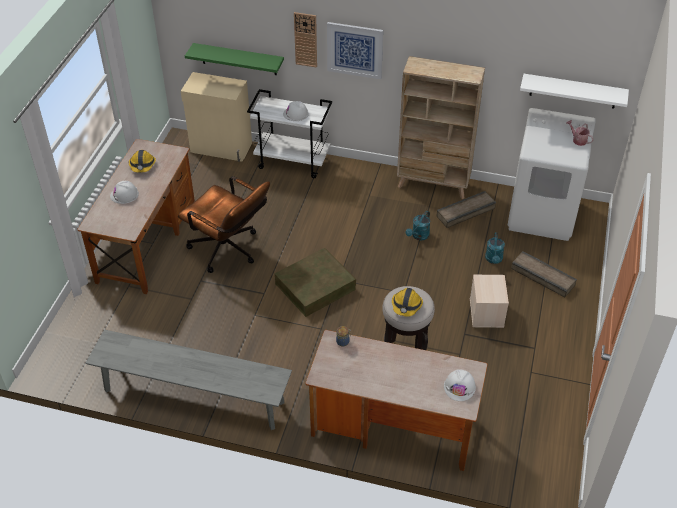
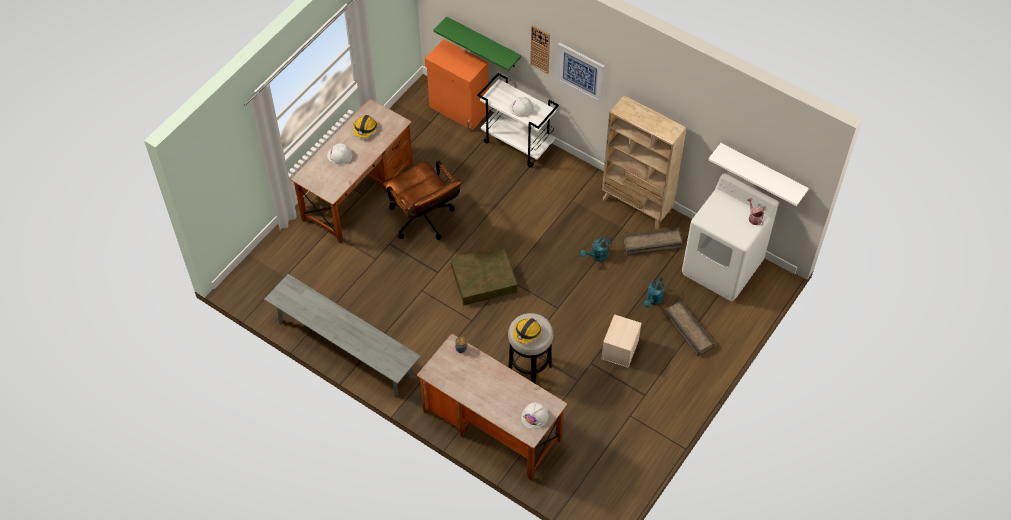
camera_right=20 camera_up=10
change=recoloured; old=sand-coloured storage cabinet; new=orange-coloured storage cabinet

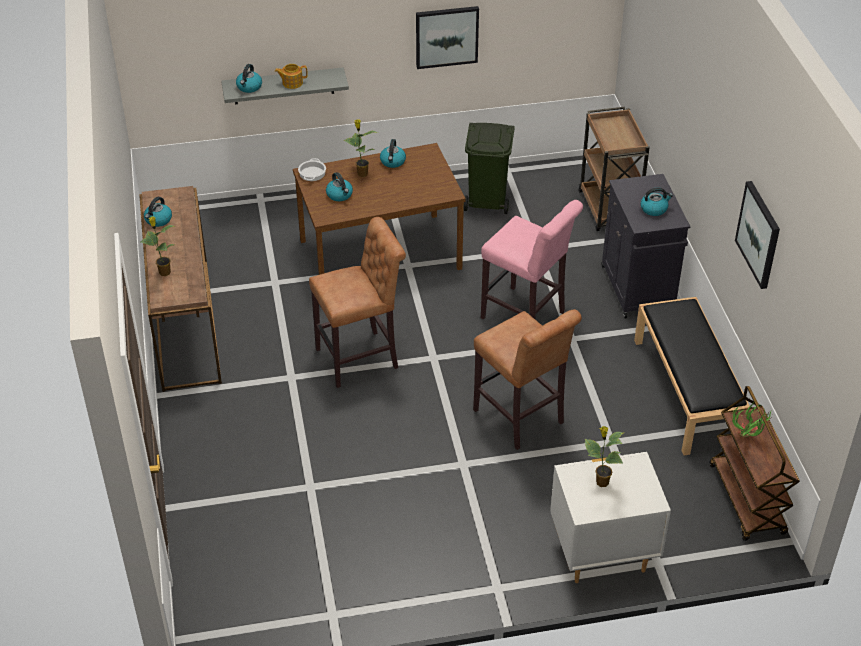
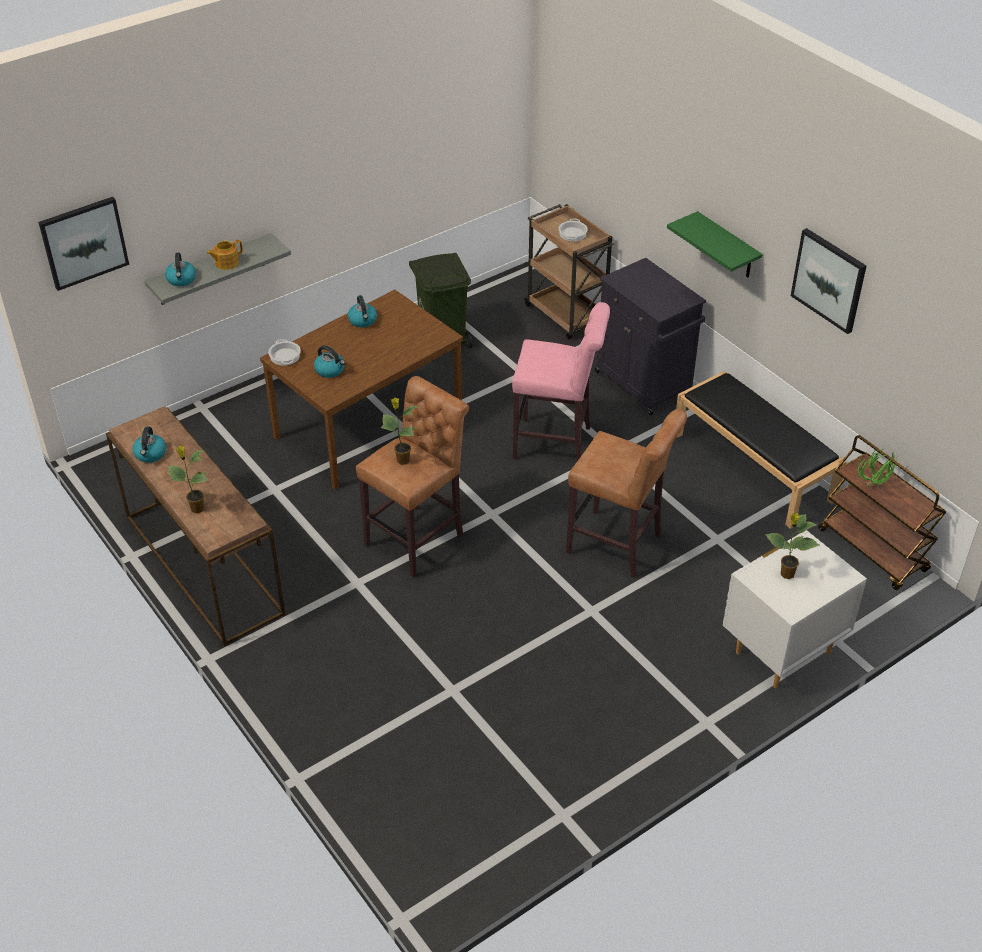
camera_right=-25 camera_up=0
change=removed; old=water kettle (5th from left)
change=added; new=saucepot (2nd from left)
change=added; new=green-coloured shelf
change=moved; old=plant in a pot (2nd from left)
change=moved; old=wall picture (1st from left)

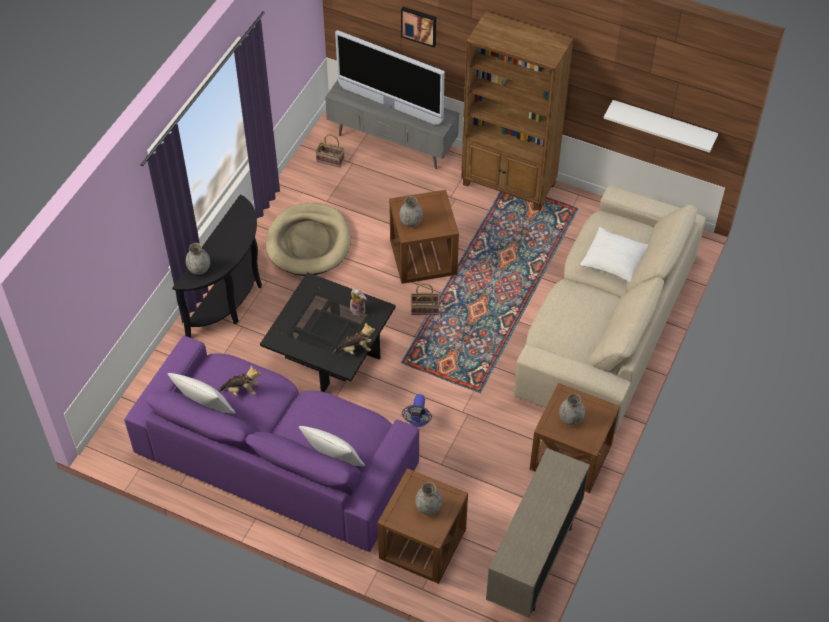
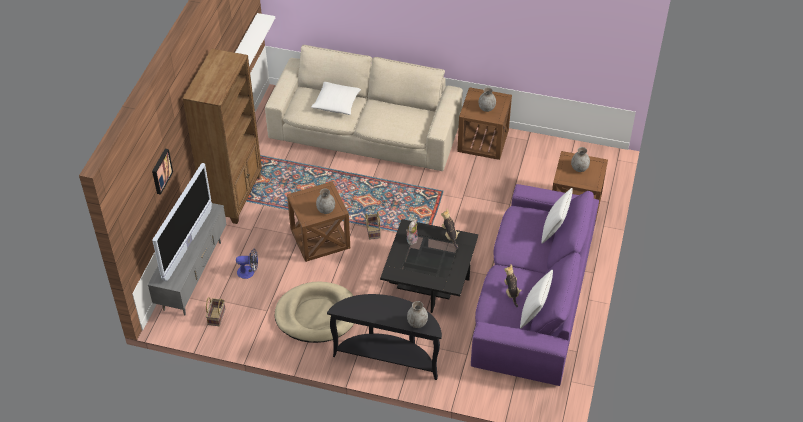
camera_right=-100 camera_up=-5
change=removed; old=sand-coloured storage cabinet
change=moved; old=electric fan

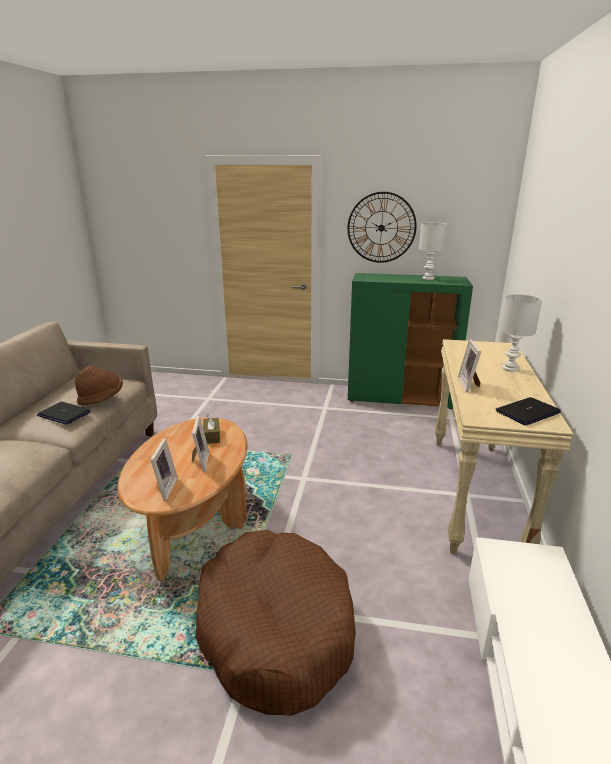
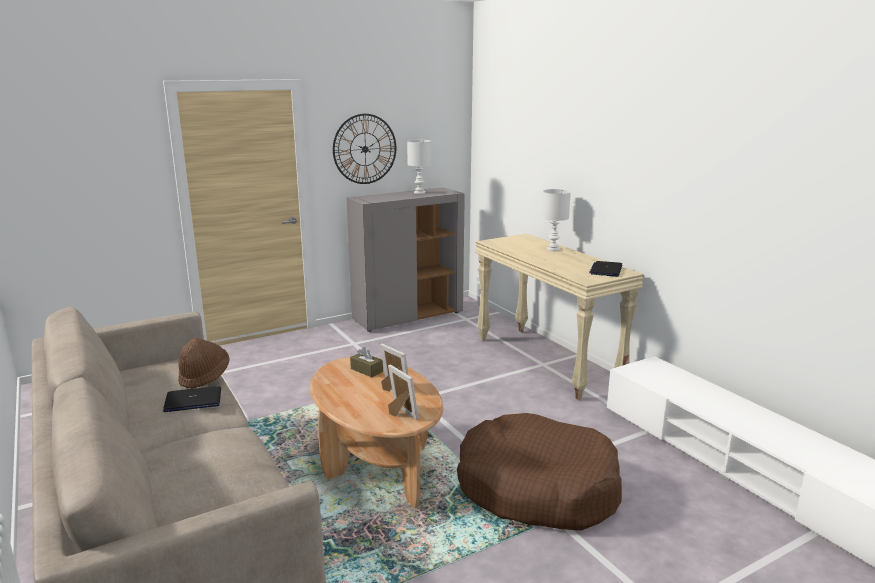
camera_right=-40 camera_up=-5
change=removed; old=picture frame (3rd from left)
change=recoloured; old=green-coloured storage cabinet; new=gray storage cabinet

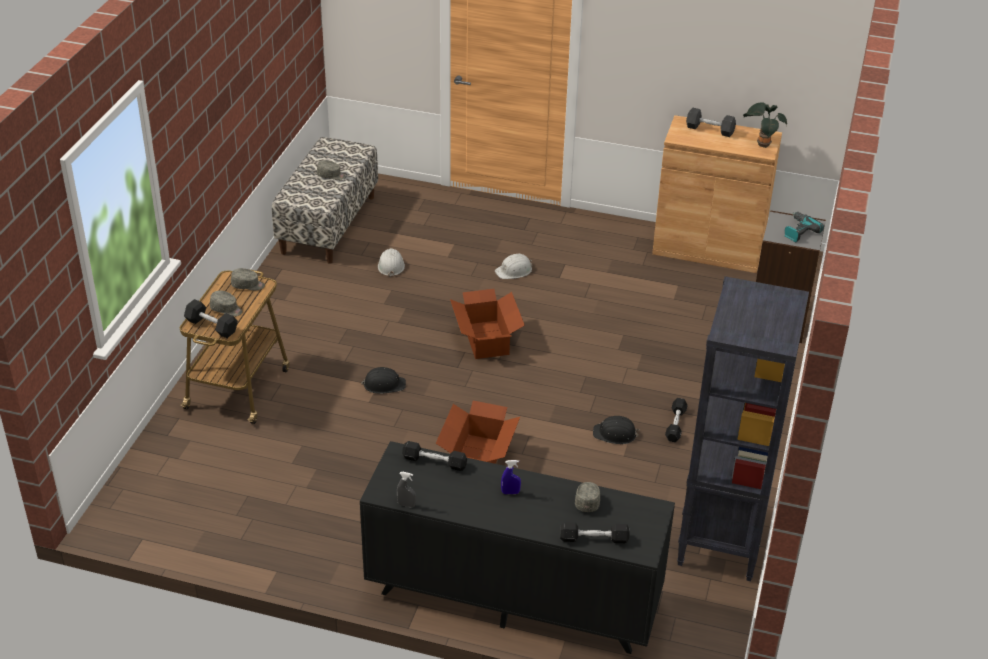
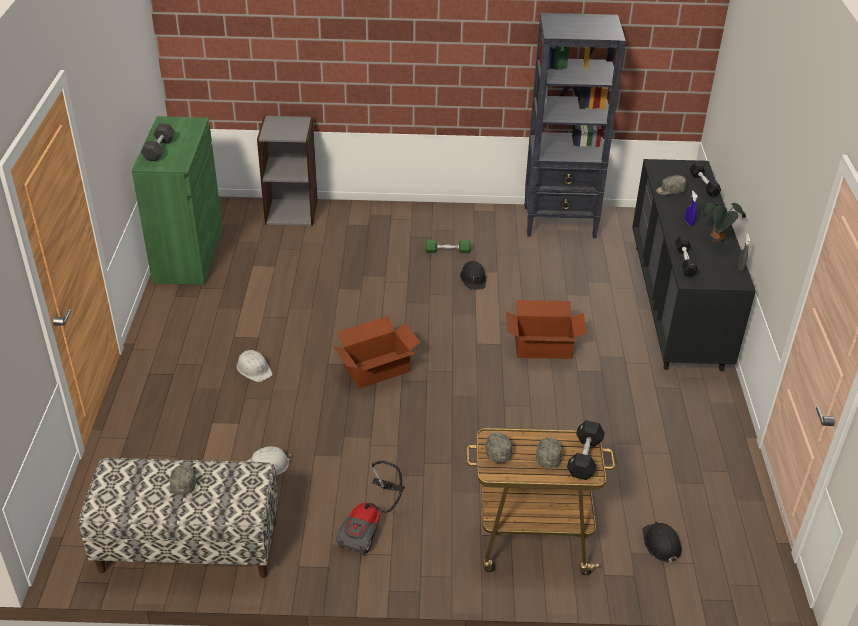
camera_right=-105 camera_up=0
change=removed; old=power drill
change=added; new=vacuum
change=moved; old=black-coloured work helmet (1st from left in the first image); new=black-coloured work helmet (2nd from left)
change=moved; old=plant in a pot
change=recoloured; old=brown-coloured storage cabinet; new=green-coloured storage cabinet
change=recoloured; old=black-coloured free weight (4th from left); new=green-coloured free weight

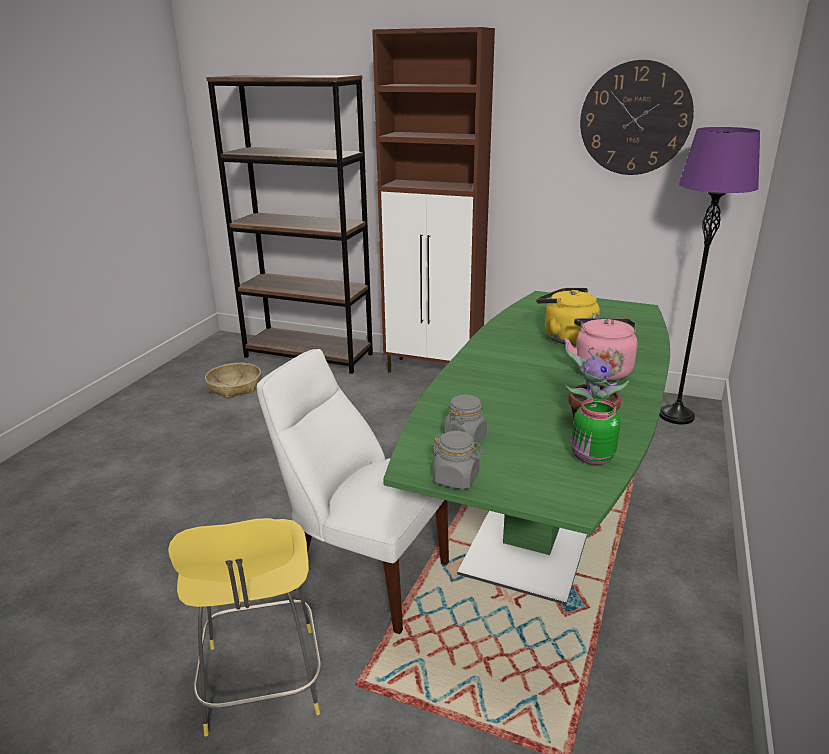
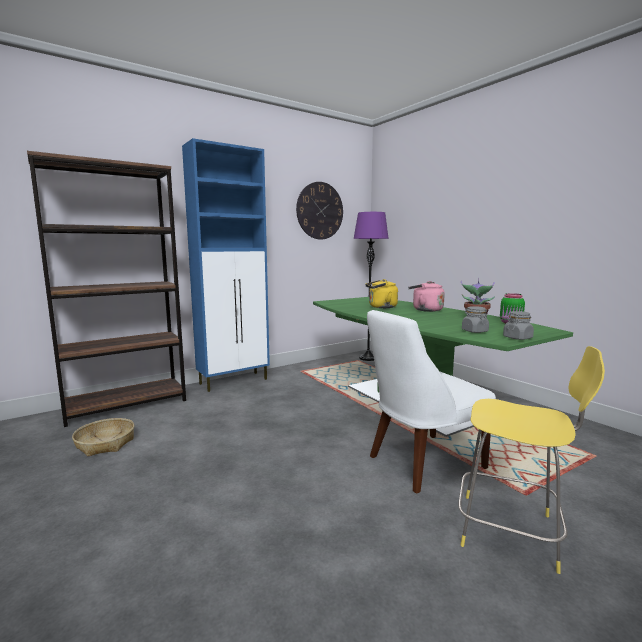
camera_right=-55 camera_up=-15
change=recoloured; old=brown-coloured storage cabinet; new=blue storage cabinet

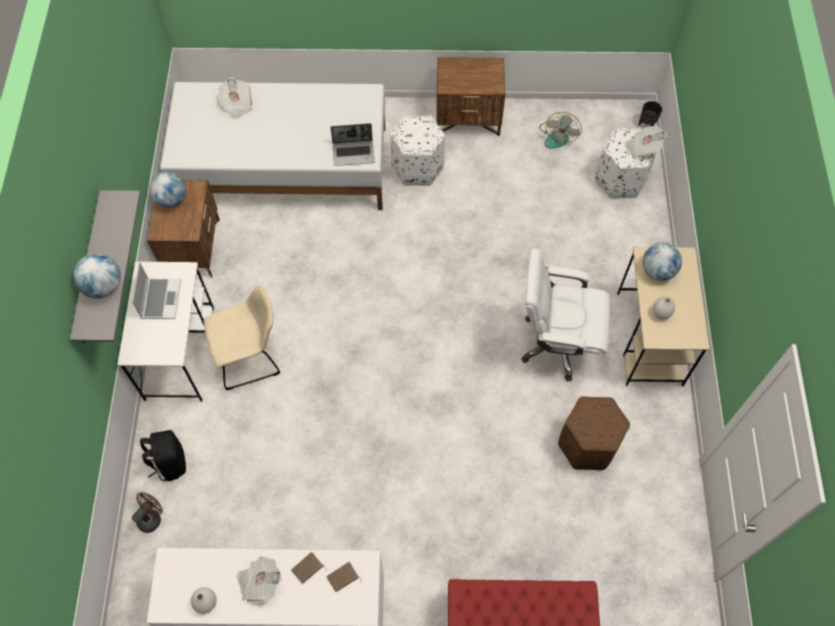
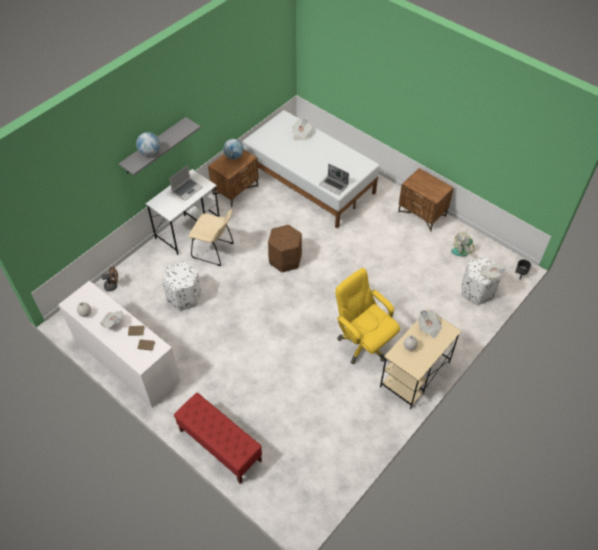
camera_right=40 camera_up=-10
change=removed; old=black-coloured rucksack
change=moved; old=whitish ottoman (1st from left)
change=moved; old=brown-coloured ottoman
change=replaced; old=desk globe (3rd from left); new=newspaper (3rd from left)
change=recoloured; old=whitish computer chair; new=yellow computer chair

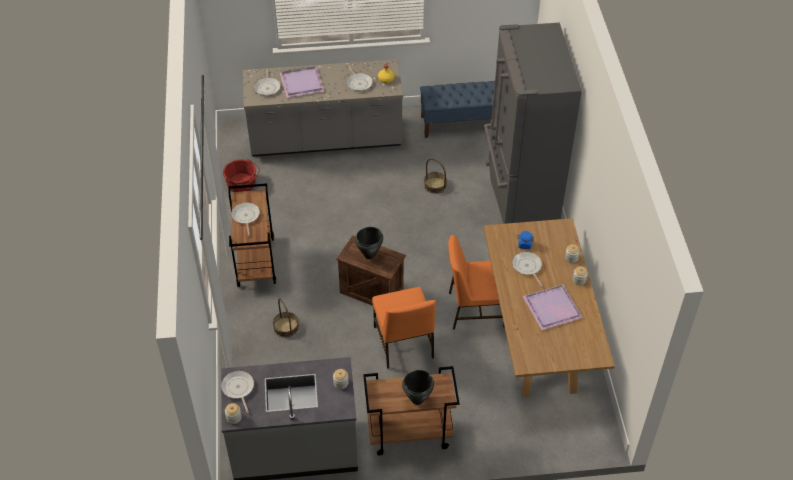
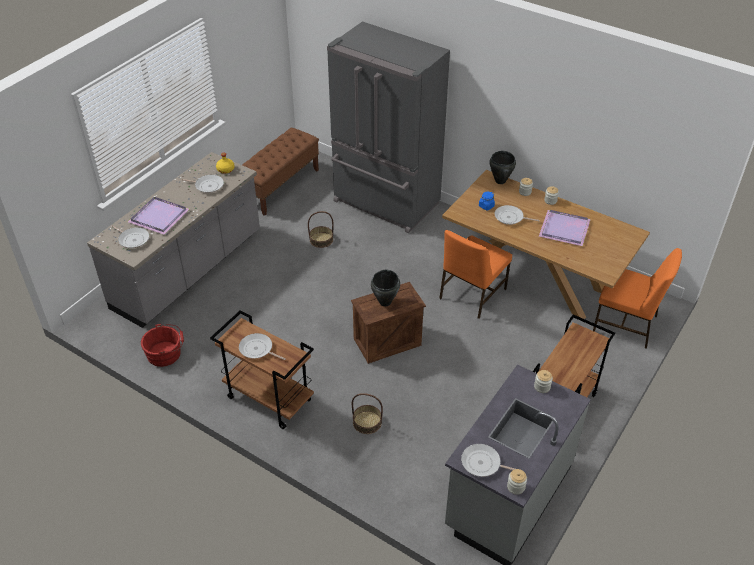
camera_right=-50 camera_up=-5
change=moved; old=orange-coloured chair (1st from left in the first image); new=orange-coloured chair (2nd from left)
change=moved; old=black-coloured saucepot (2nd from left)
change=recoloured; old=blue long seat; new=brown-coloured long seat

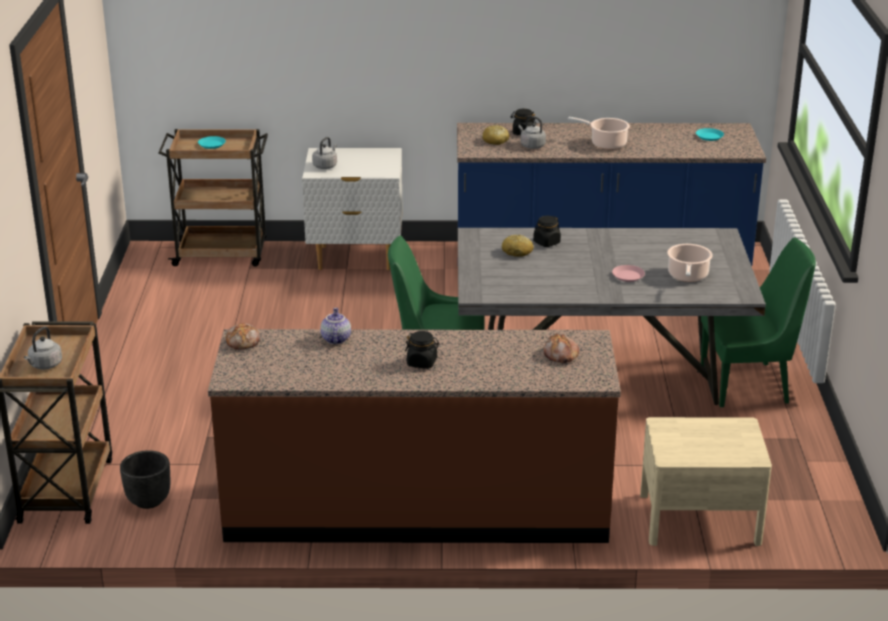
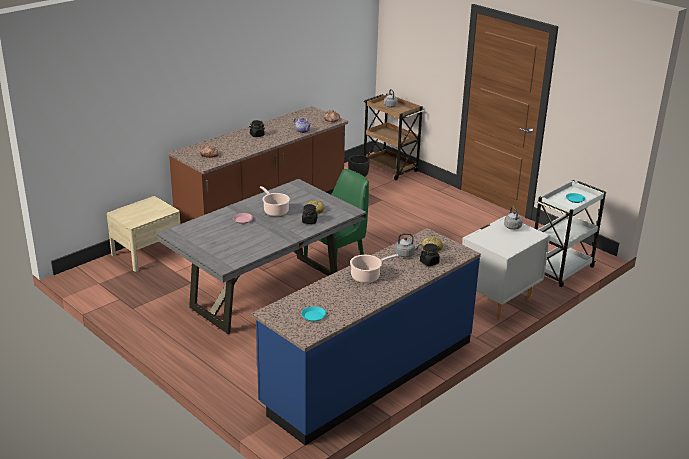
camera_right=135 camera_up=0
change=removed; old=green-coloured chair (2nd from left)
change=moved; old=saucepot (2nd from left in the first image); new=saucepot (1st from left)
change=recoloured; old=brown-coloured cart (2nd from left); new=whitish cart

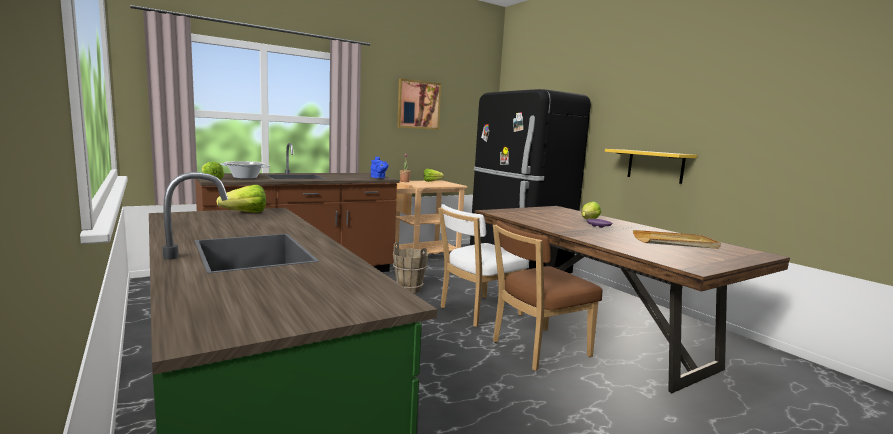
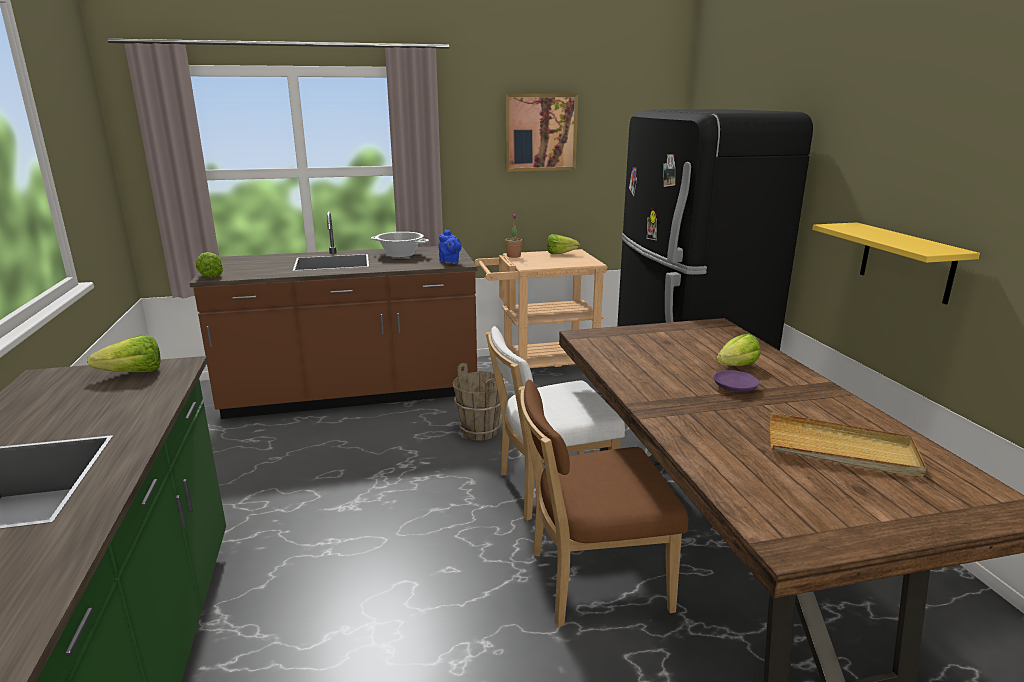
camera_right=20 camera_up=10
change=moved; old=saucepot

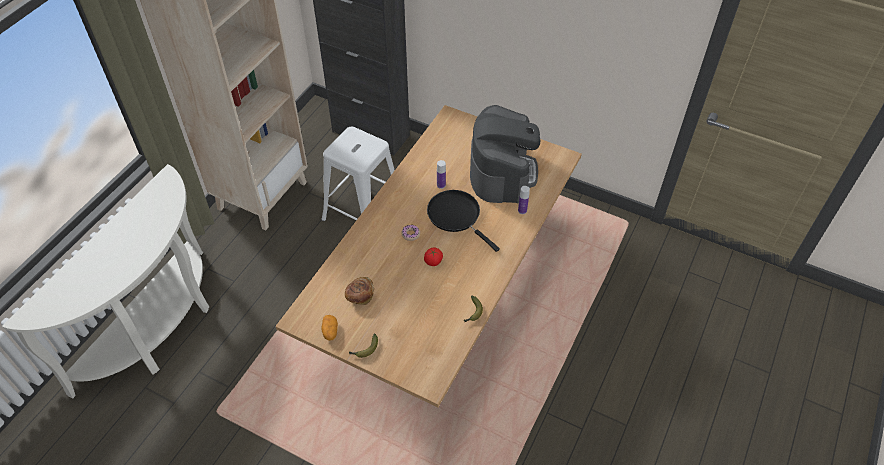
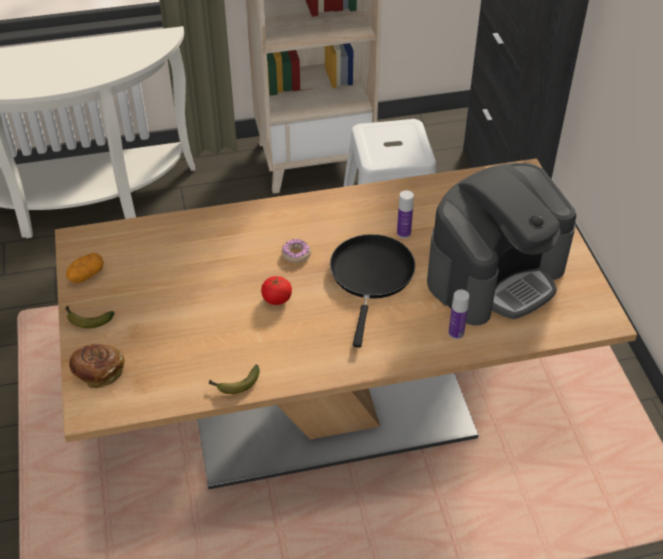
camera_right=50 camera_up=-5
change=moved; old=baked bread

